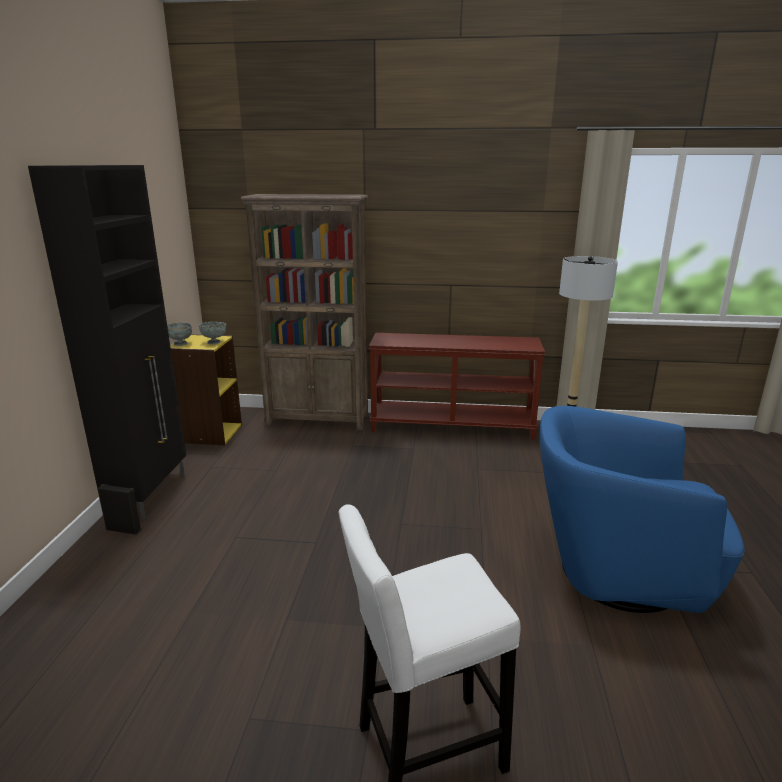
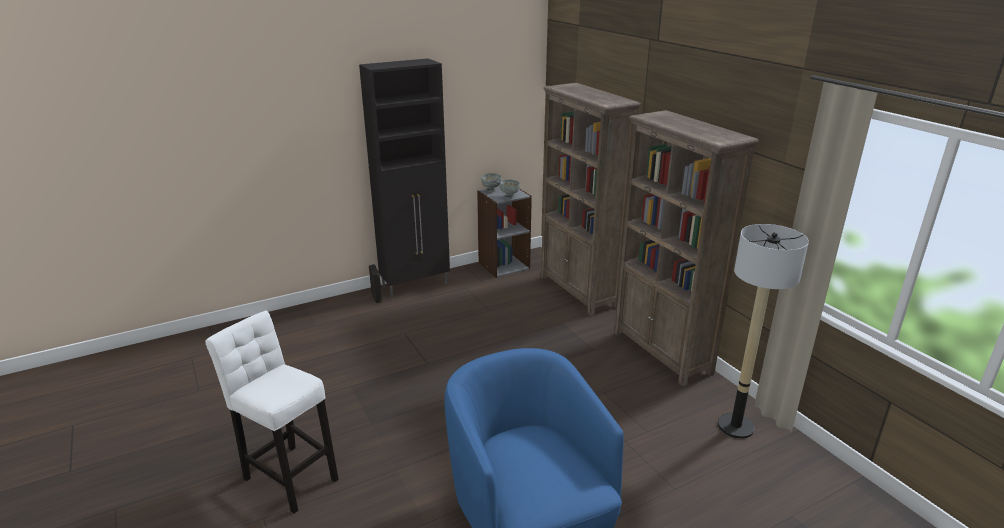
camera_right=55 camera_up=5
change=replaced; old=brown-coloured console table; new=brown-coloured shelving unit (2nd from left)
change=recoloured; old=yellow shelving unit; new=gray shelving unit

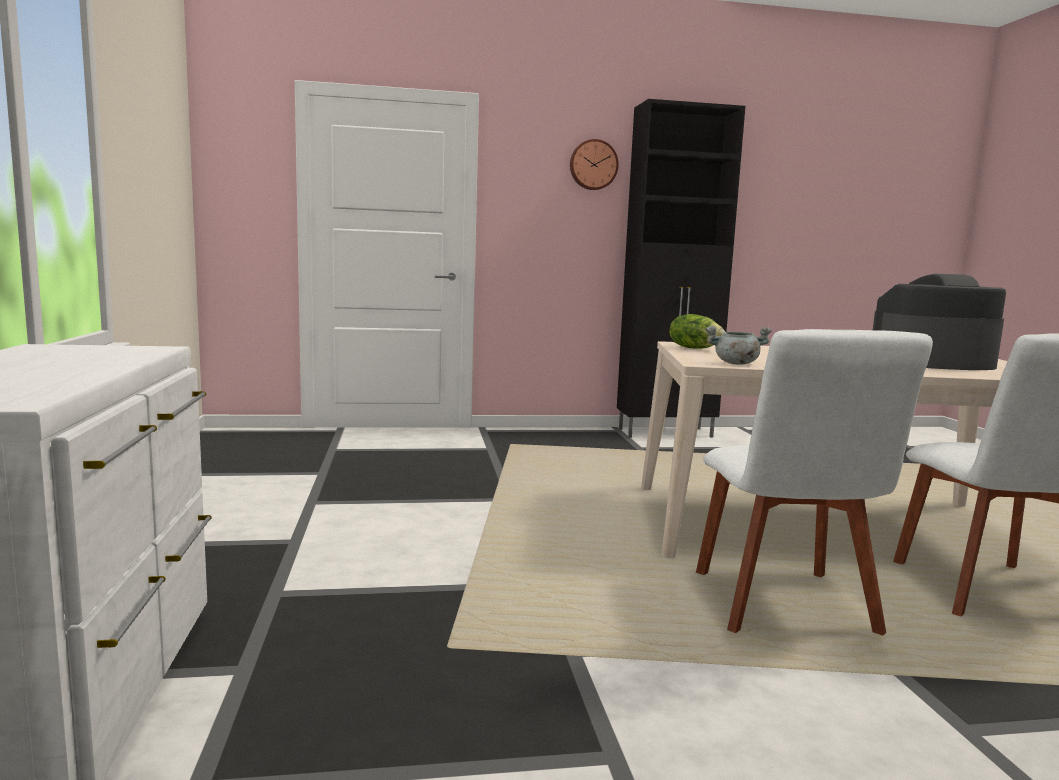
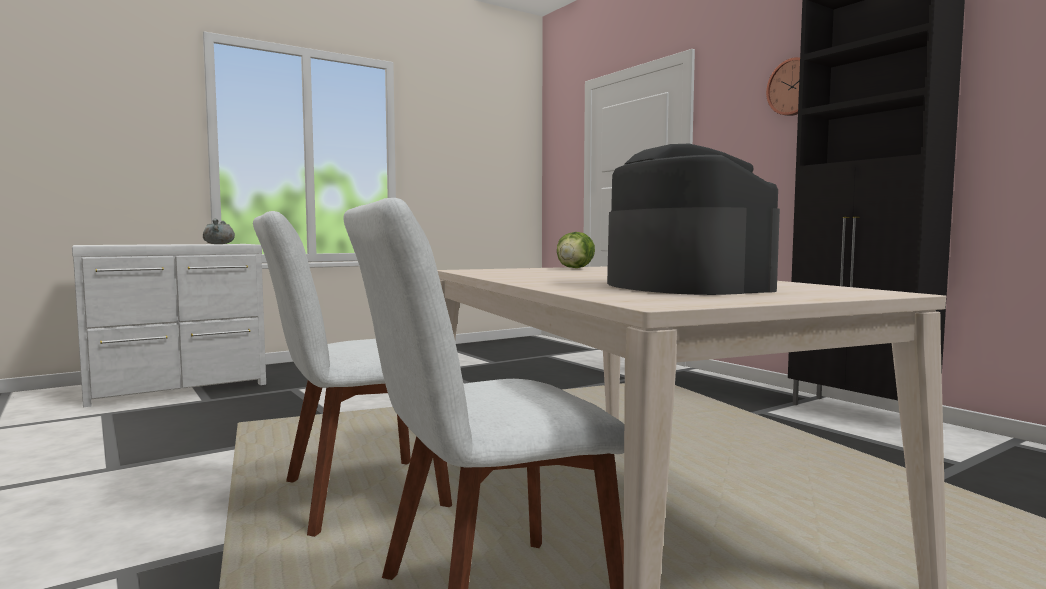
camera_right=65 camera_up=-5
change=moved; old=gray saucepot

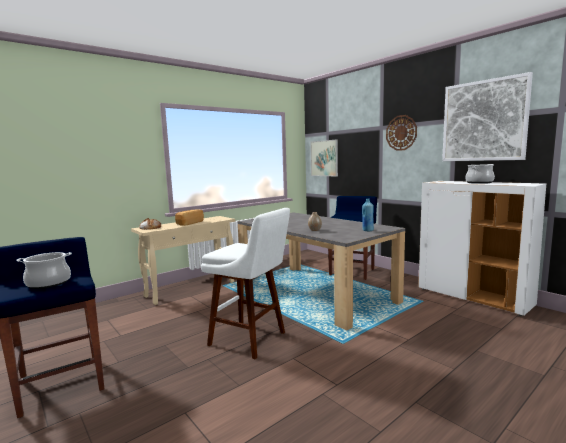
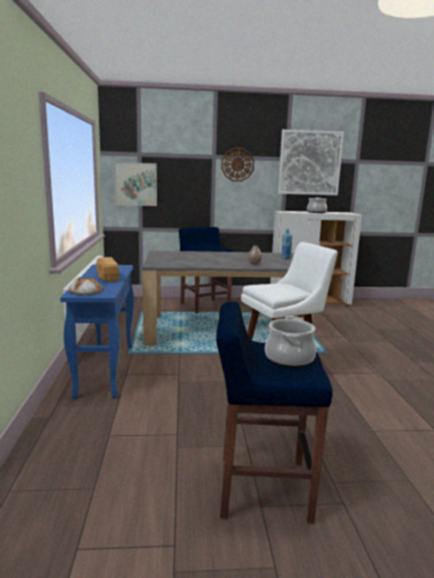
camera_right=-55 camera_up=5
change=recoloured; old=sand-coloured console table; new=blue console table

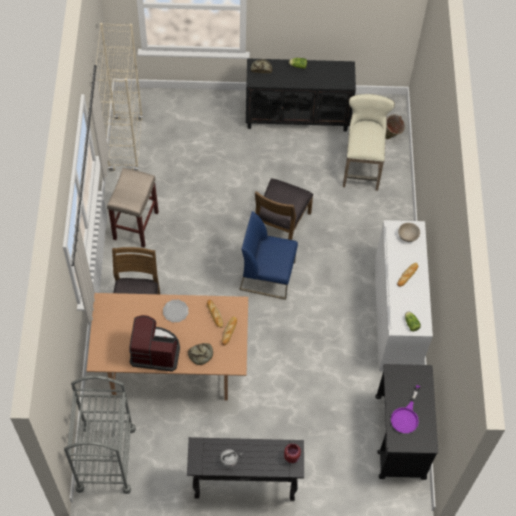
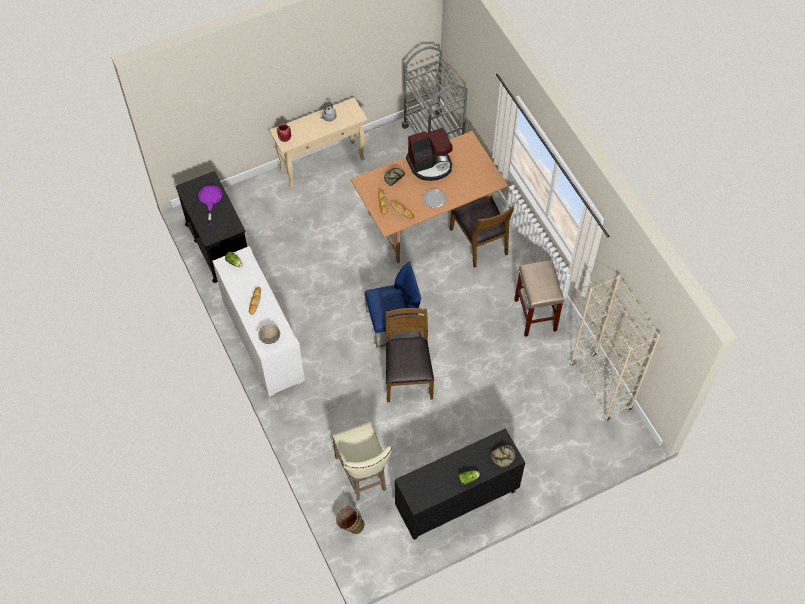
camera_right=155 camera_up=0
change=recoloured; old=black-coloured console table; new=sand-coloured console table

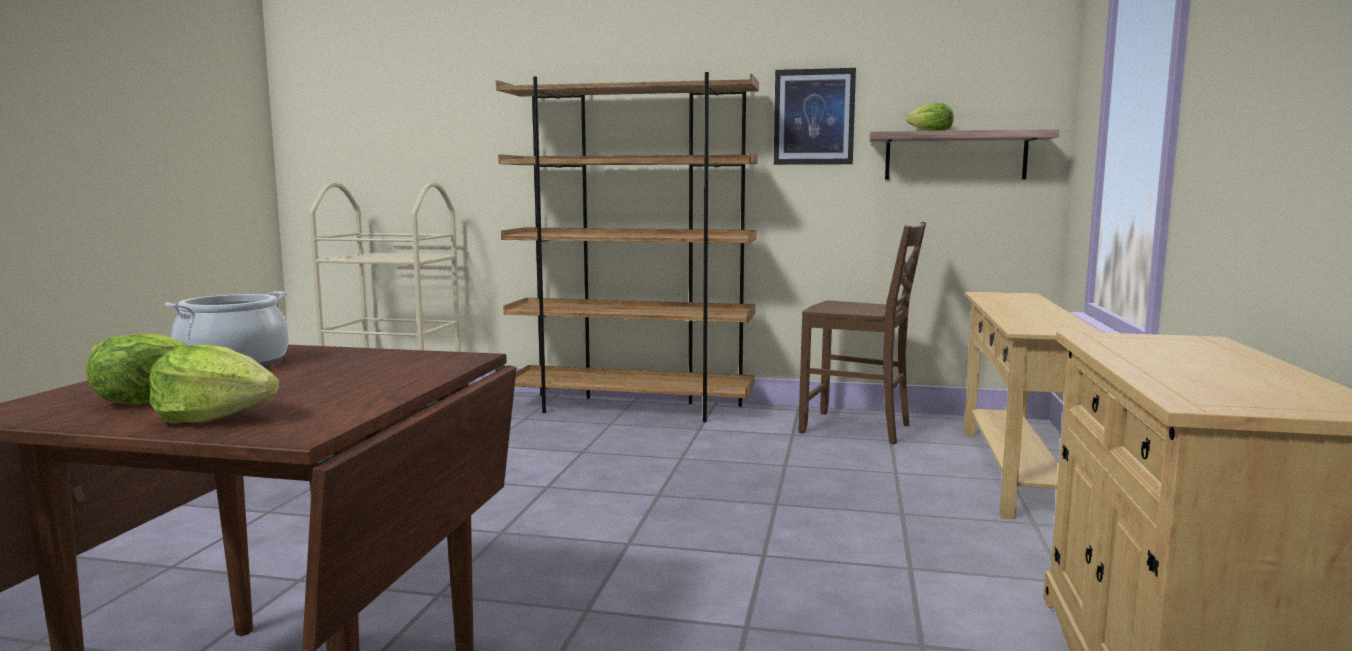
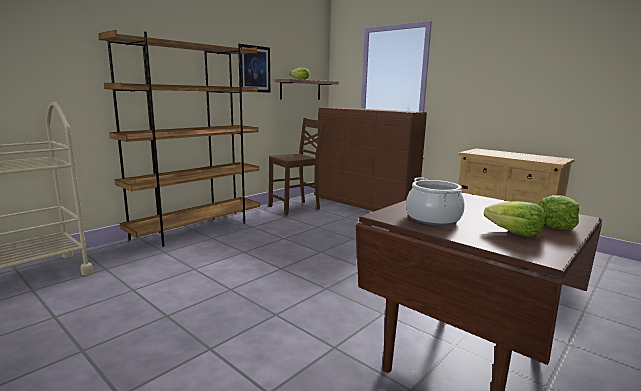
camera_right=-60 camera_up=5
change=replaced; old=sand-coloured console table; new=brown-coloured drawer chest

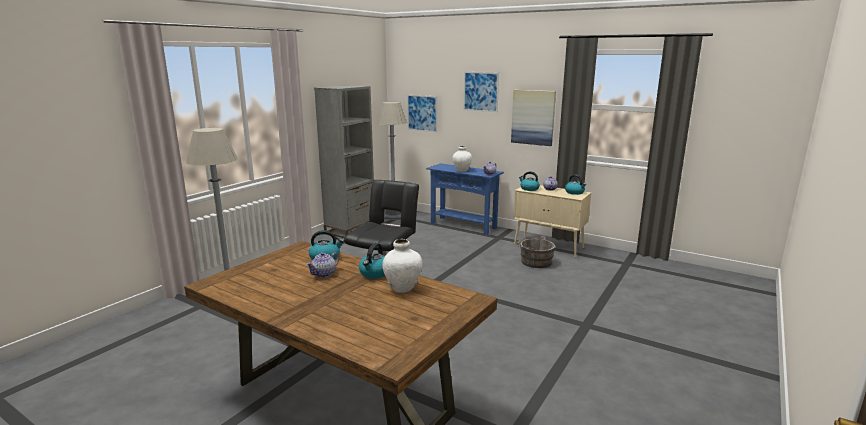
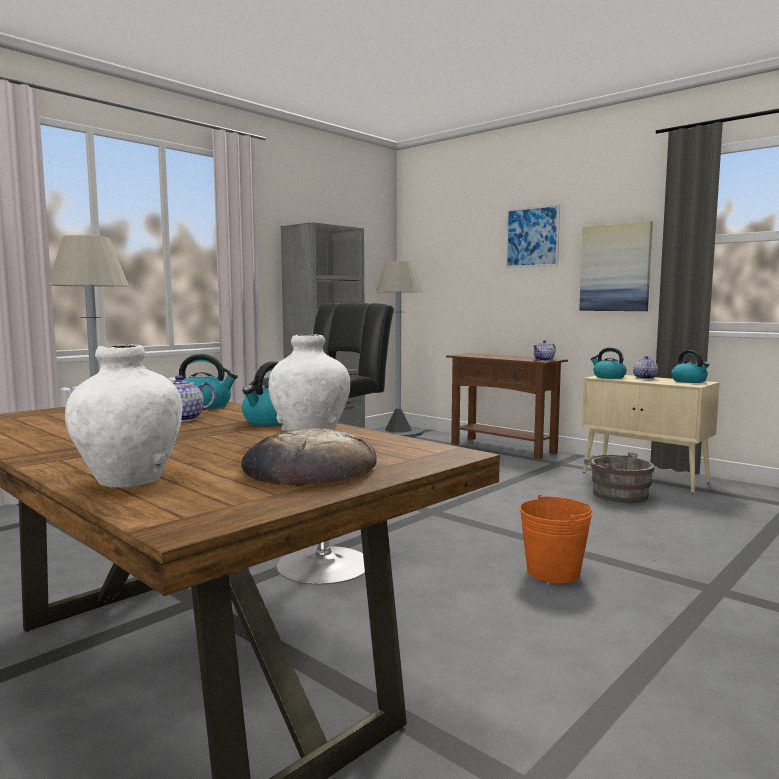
camera_right=10 camera_up=-10
change=removed; old=wall picture (1st from left)
change=added; new=baked bread
change=added; new=orange-coloured bucket
change=moved; old=whitish flower vase (2nd from left in the first image); new=whitish flower vase (1st from left)
change=recoloured; old=blue console table; new=brown-coloured console table

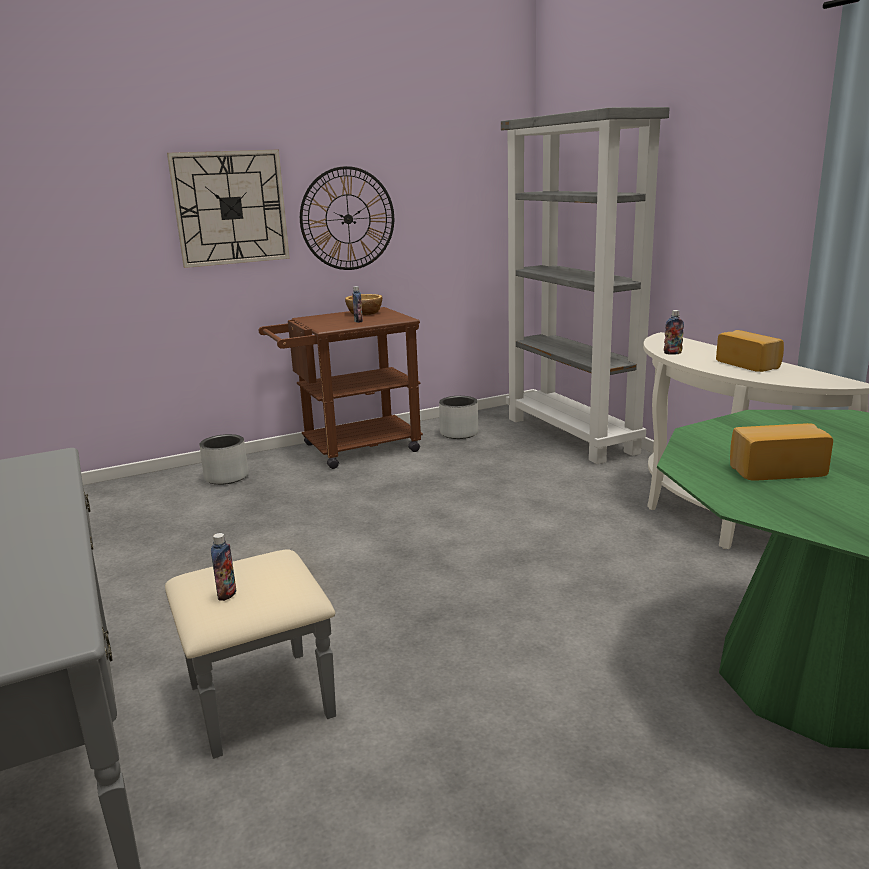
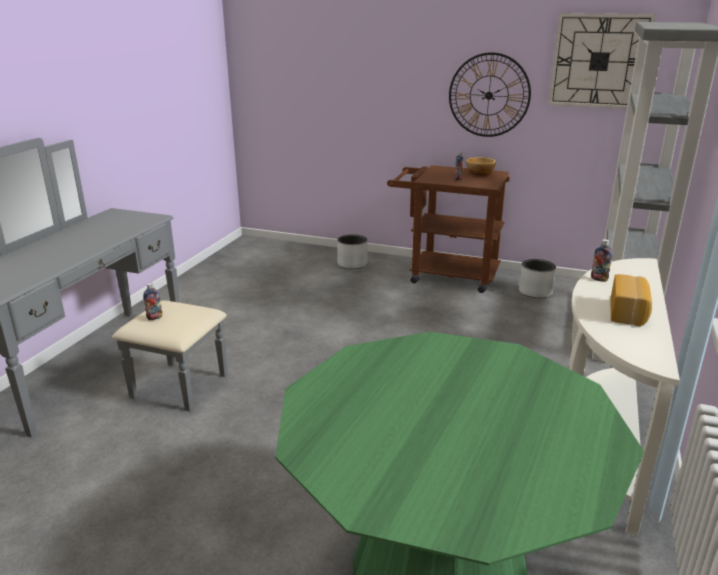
camera_right=45 camera_up=5
change=removed; old=baked bread (2nd from left)
change=moved; old=wall clock (1st from left in the first image); new=wall clock (2nd from left)

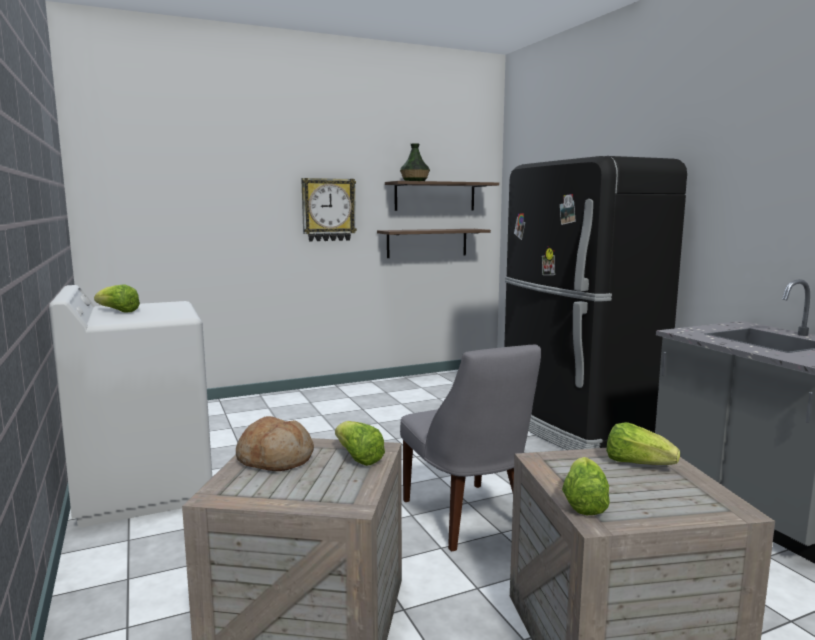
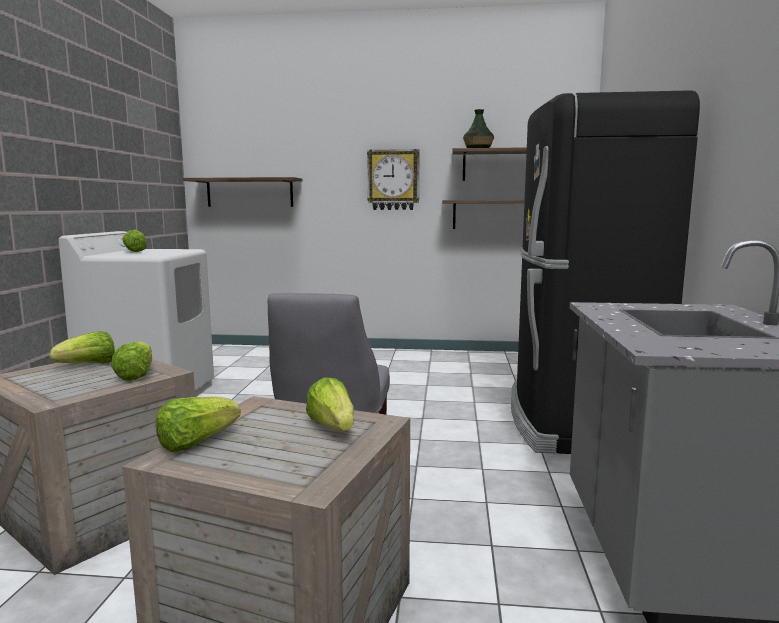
camera_right=30 camera_up=0
change=added; new=shelf (1st from left)
change=replaced; old=baked bread; new=lettuce (1st from left)

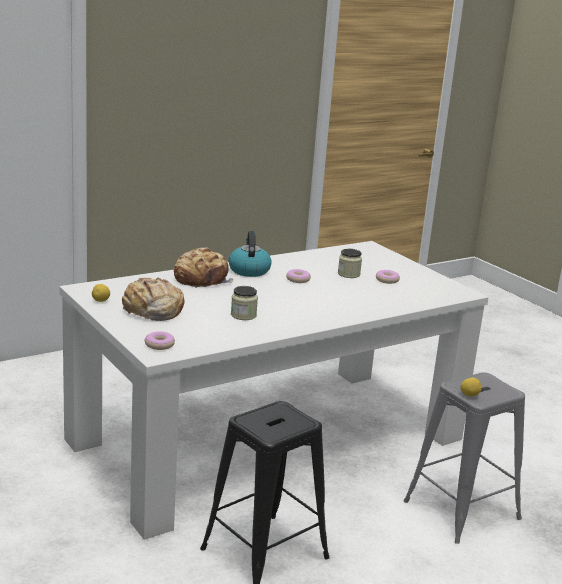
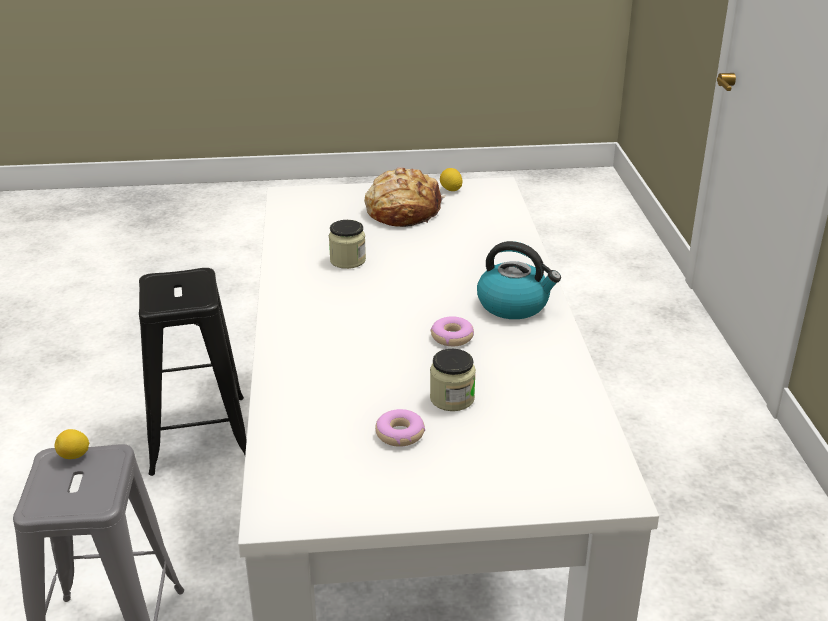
camera_right=120 camera_up=10
change=removed; old=donut (1st from left)
change=removed; old=baked bread (2nd from left)

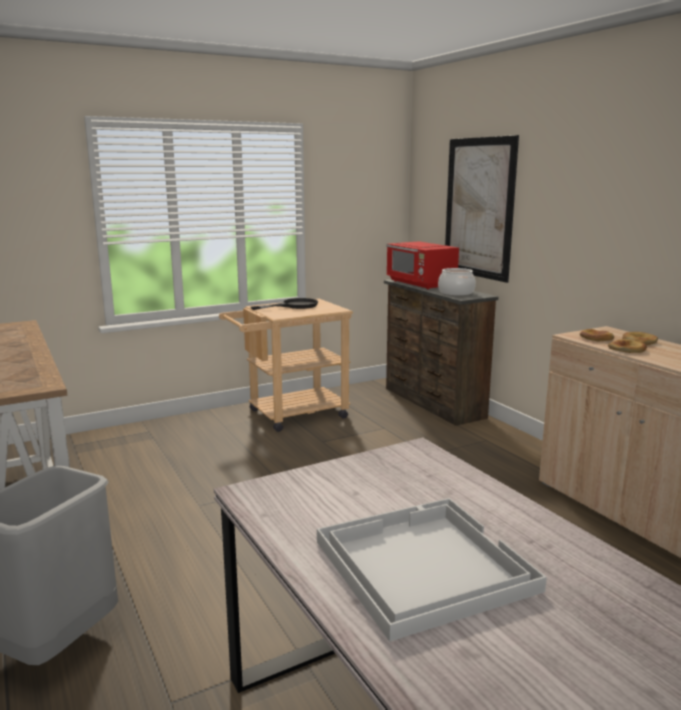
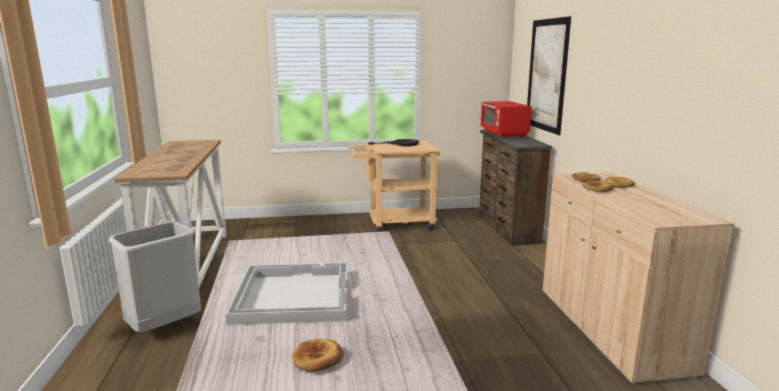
camera_right=20 camera_up=0
change=removed; old=saucepot
change=added; new=baked bread (1st from left)

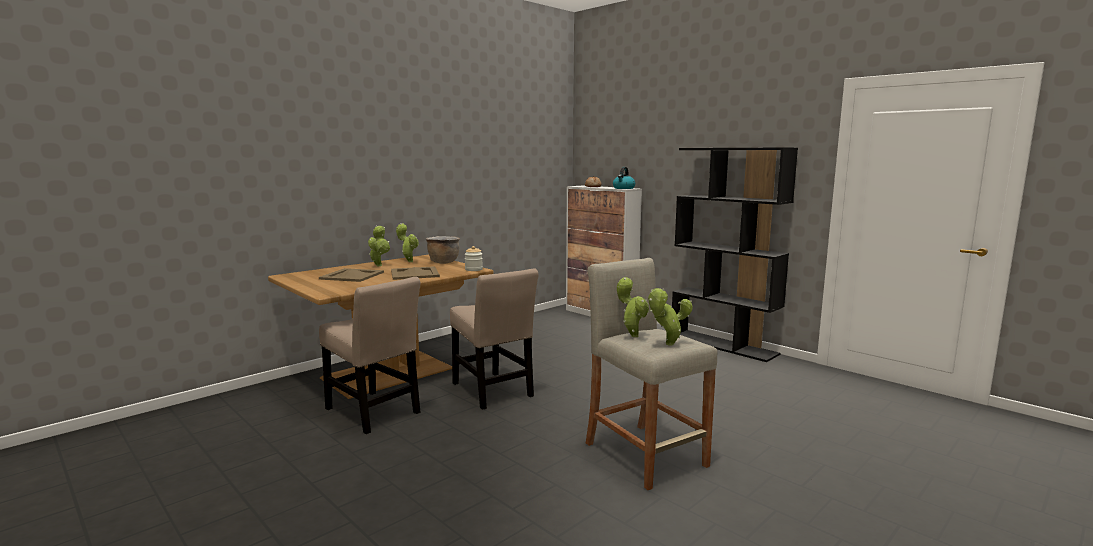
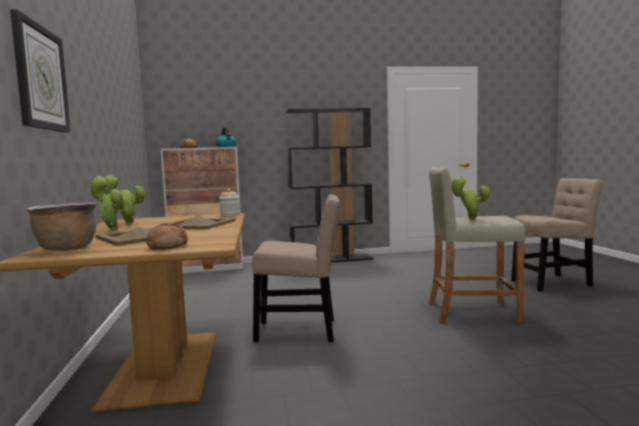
camera_right=-55 camera_up=-5
change=removed; old=plant in a pot (4th from left)
change=added; new=wall clock
change=added; new=baked bread (1st from left)
change=moved; old=sand-coloured chair (1st from left in the first image); new=sand-coloured chair (2nd from left)
change=moved; old=brown-coloured saucepot

